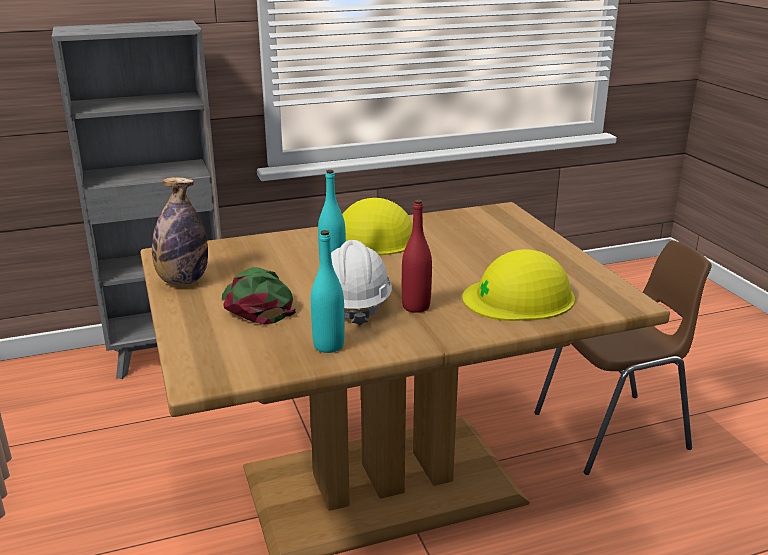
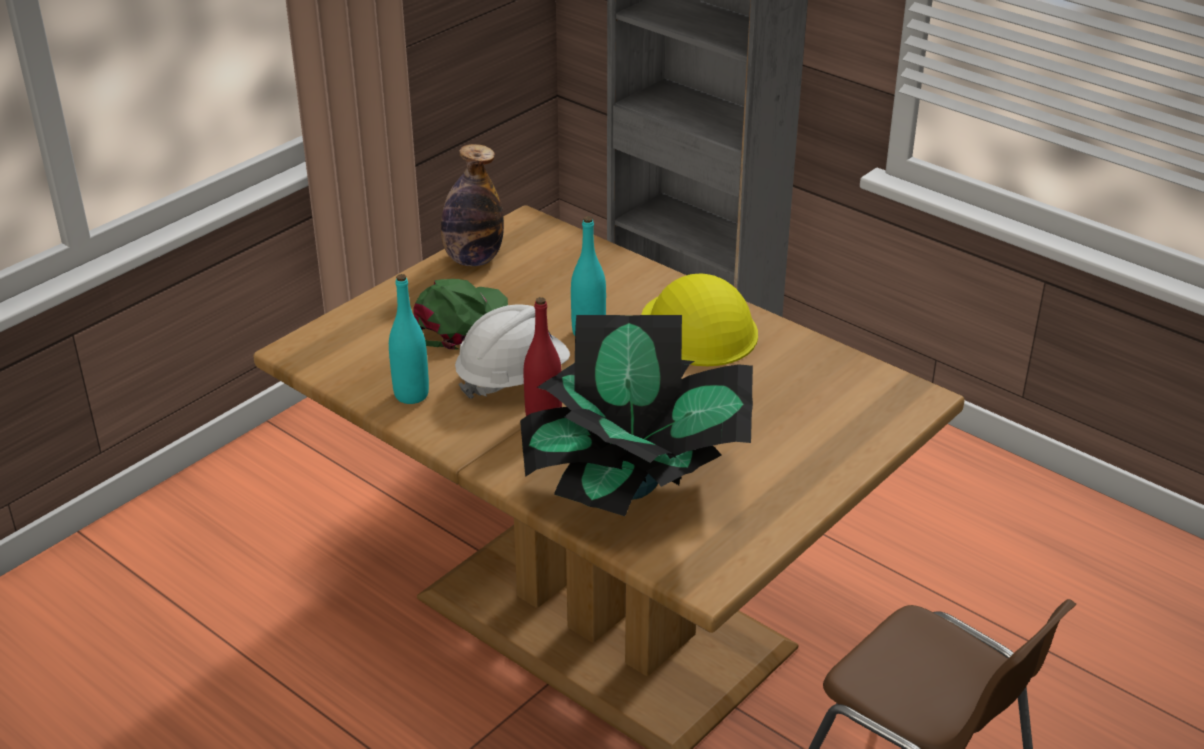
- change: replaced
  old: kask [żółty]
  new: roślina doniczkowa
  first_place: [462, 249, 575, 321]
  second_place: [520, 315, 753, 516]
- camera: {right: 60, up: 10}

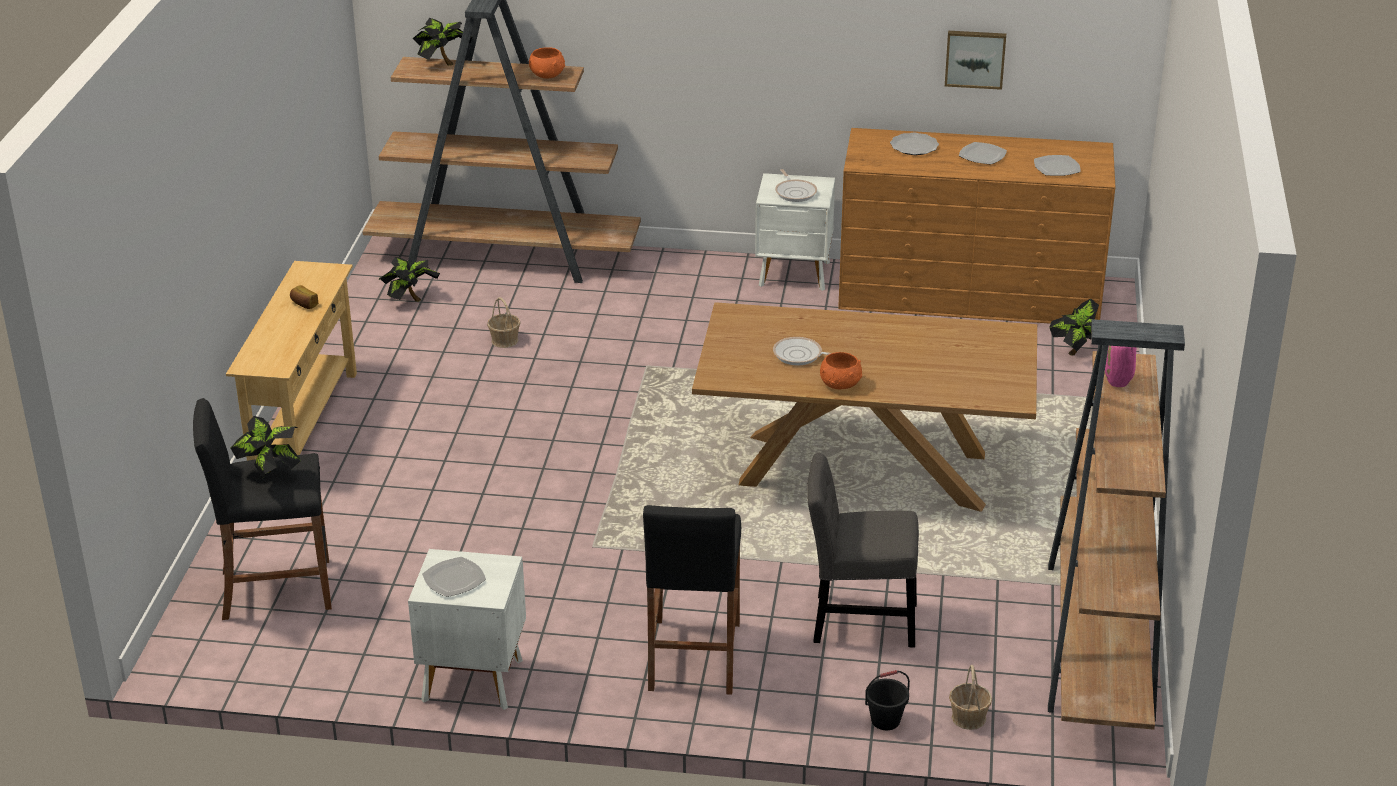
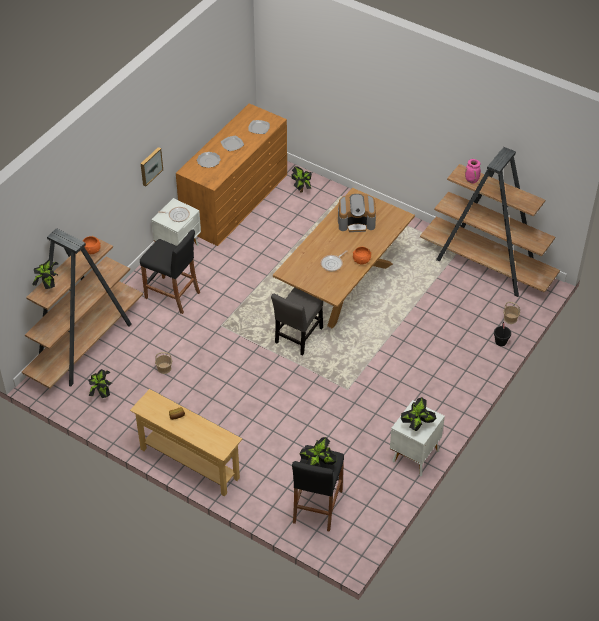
- change: moved
  old: obraz
  first_place: [945, 31, 1006, 90]
  second_place: [140, 147, 163, 186]
- change: moved
  old: stołek [czarny]
  first_place: [643, 505, 741, 695]
  second_place: [140, 229, 200, 314]
- change: moved
  old: krzesło [szary]
  first_place: [807, 453, 919, 648]
  second_place: [271, 288, 323, 356]
- change: added
  new: ekspres do kawy
  second_place: [338, 194, 376, 232]
- change: replaced
  old: talerz
  new: roślina doniczkowa
  first_place: [422, 557, 486, 597]
  second_place: [401, 397, 436, 431]
- camera: {right: -65, up: 15}

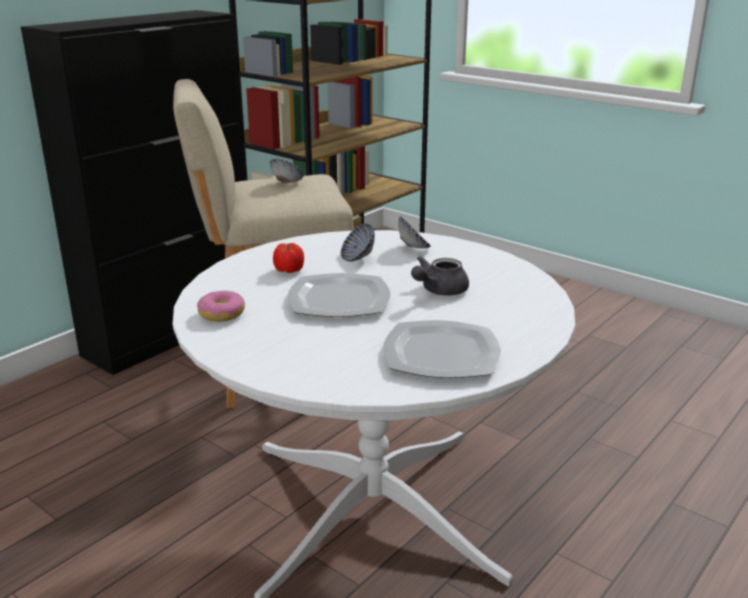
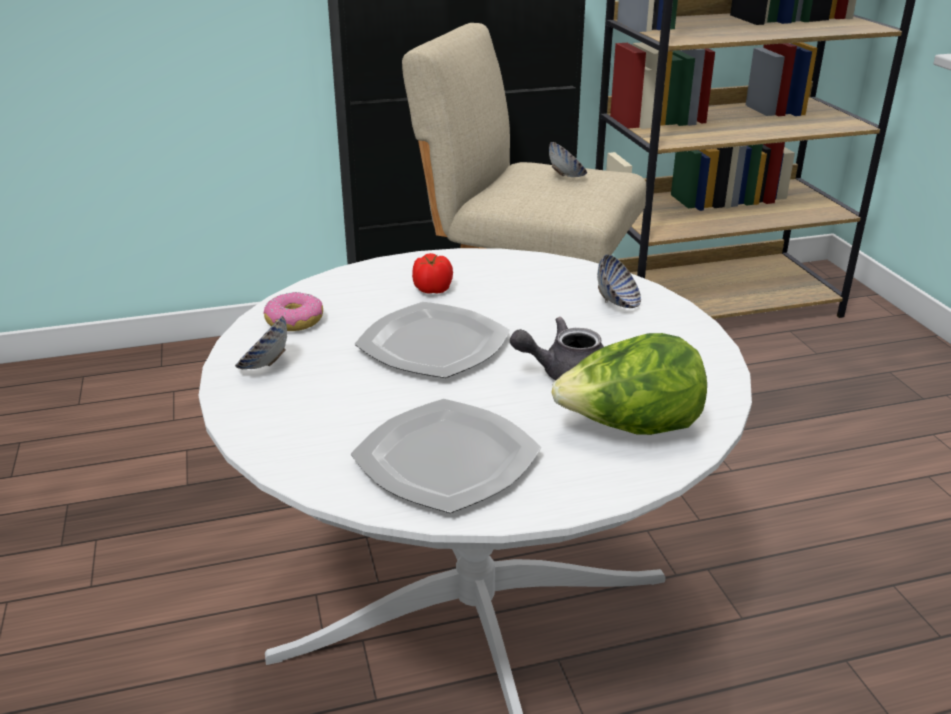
- change: moved
  old: miska
  first_place: [341, 223, 375, 262]
  second_place: [235, 316, 287, 369]
- change: added
  new: sałata
  second_place: [551, 333, 707, 435]
- camera: {right: 35, up: 5}

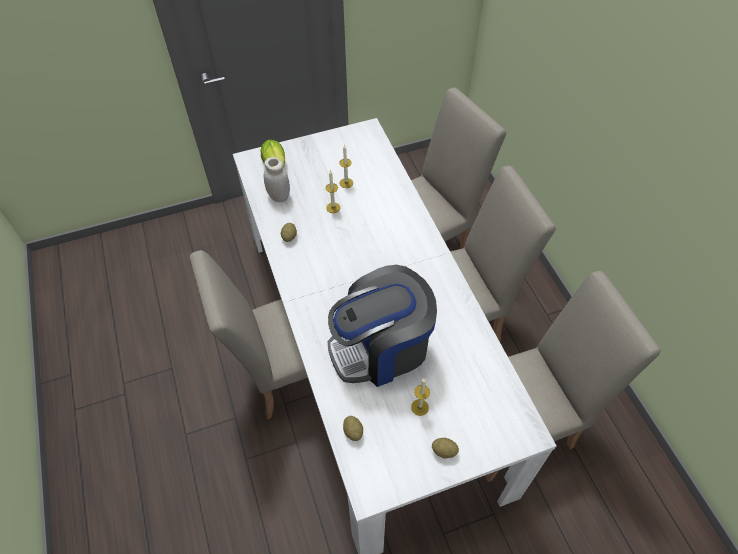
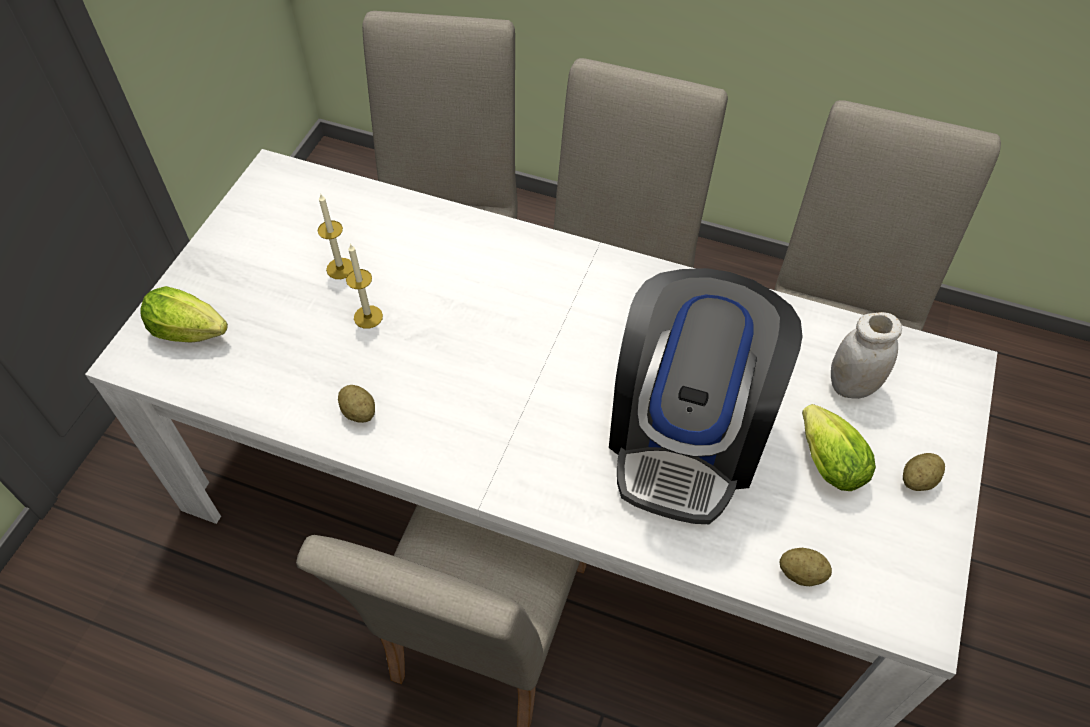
- change: replaced
  old: świeca
  new: sałata
  first_place: [411, 378, 430, 416]
  second_place: [802, 404, 876, 491]
- change: moved
  old: słoik [biały]
  first_place: [264, 157, 290, 202]
  second_place: [831, 312, 902, 399]
- camera: {right: -50, up: 0}

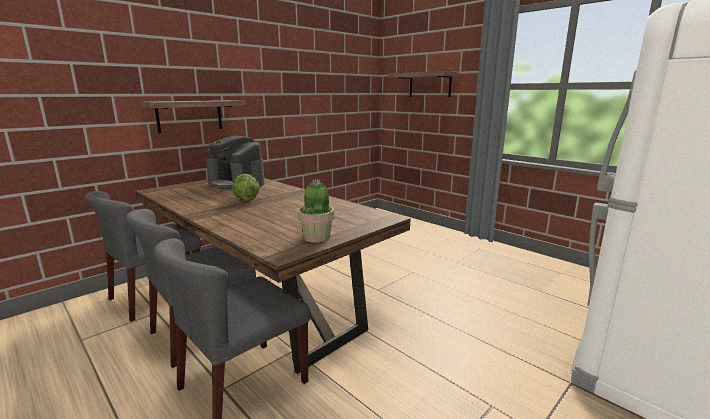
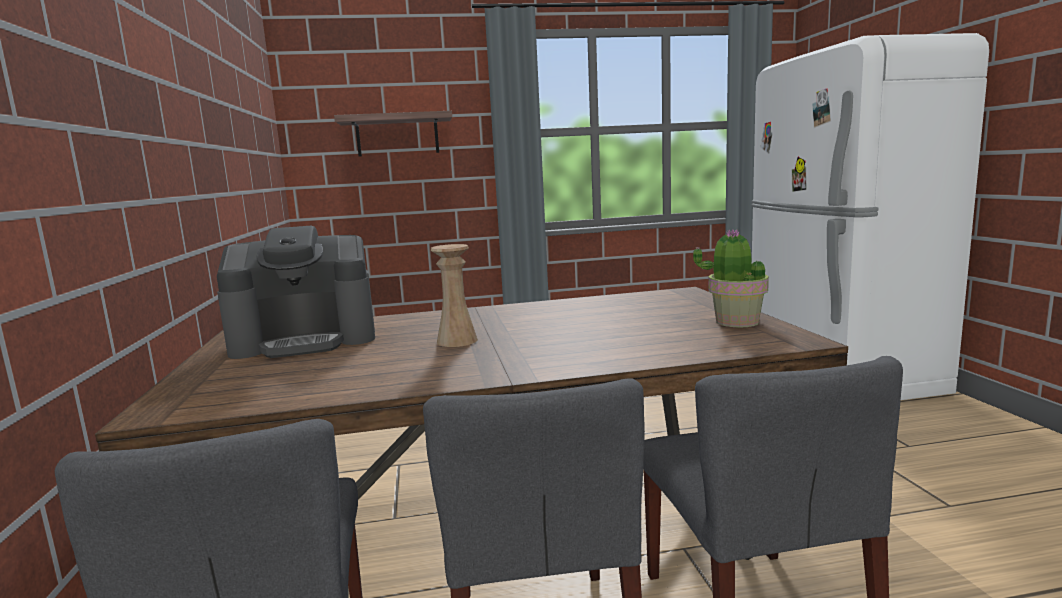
- change: replaced
  old: sałata
  new: wazon [beżowy]
  first_place: [232, 174, 260, 201]
  second_place: [431, 244, 478, 347]
- change: removed
  old: półka
  first_place: [141, 100, 245, 133]
- camera: {right: -55, up: -5}

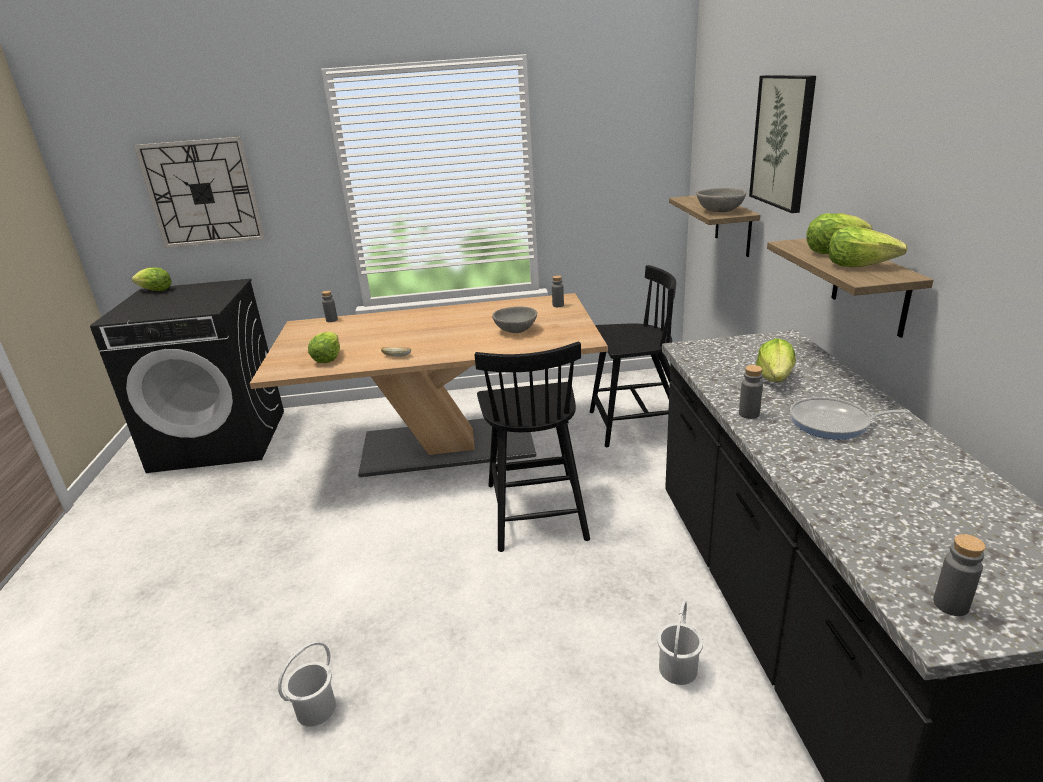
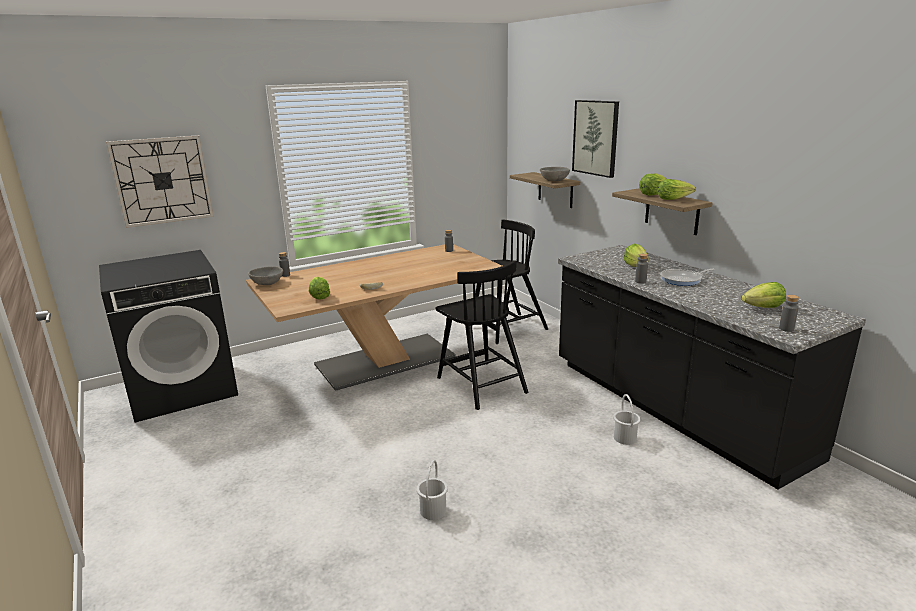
- change: moved
  old: miska [szary]
  first_place: [492, 306, 537, 333]
  second_place: [248, 266, 283, 285]
- change: moved
  old: sałata
  first_place: [132, 267, 172, 291]
  second_place: [742, 282, 786, 308]
- camera: {right: -25, up: -5}

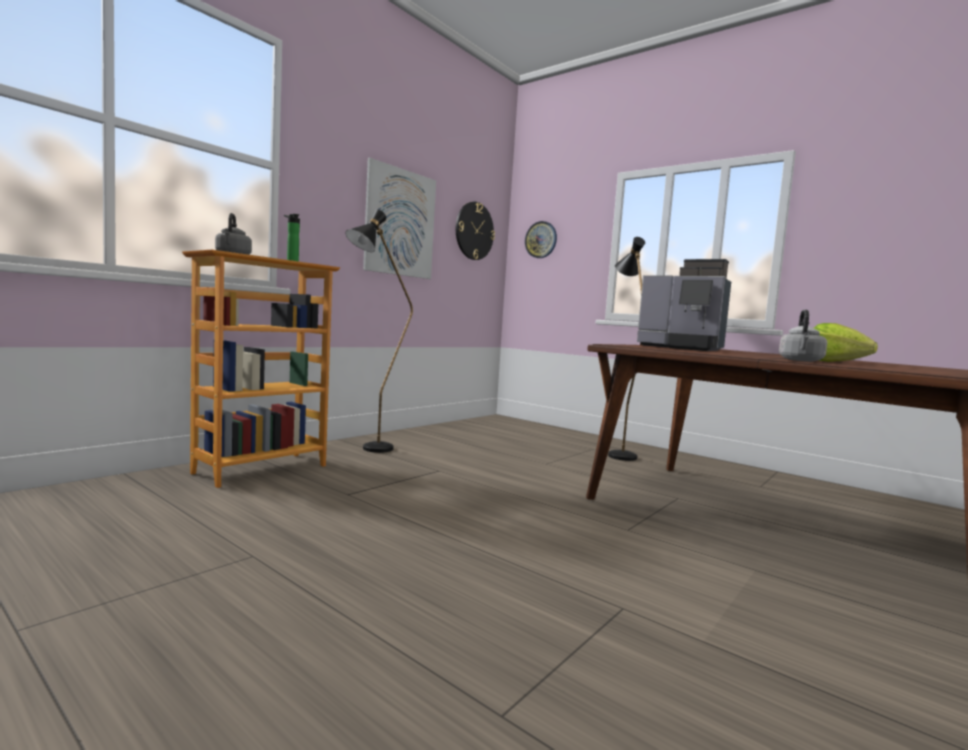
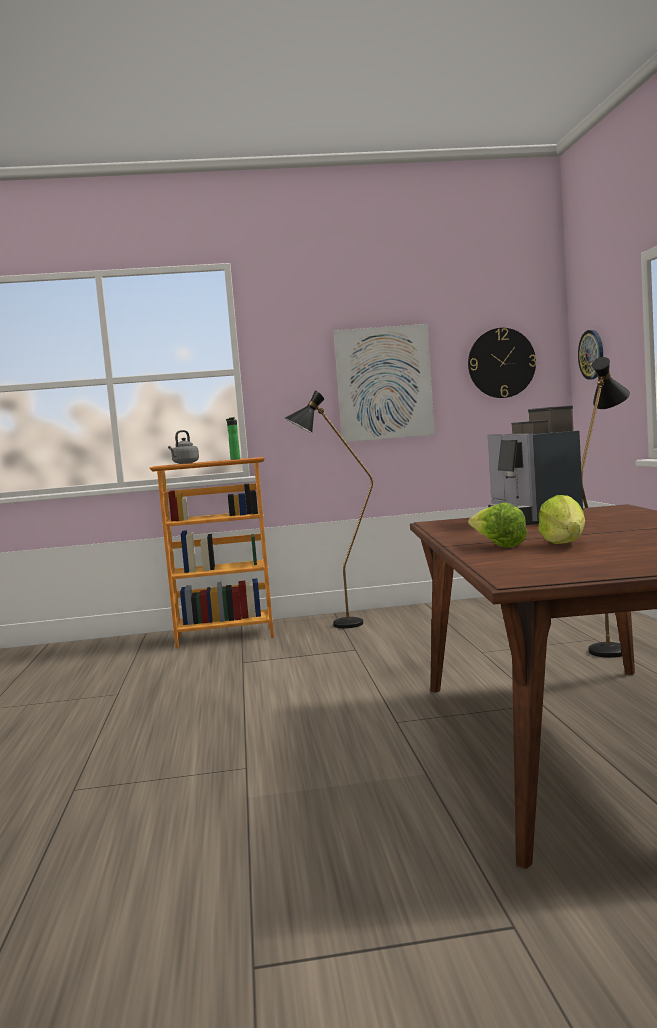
- change: replaced
  old: czajnik [szary]
  new: sałata
  first_place: [779, 310, 827, 362]
  second_place: [468, 502, 527, 548]
- camera: {right: 45, up: 0}

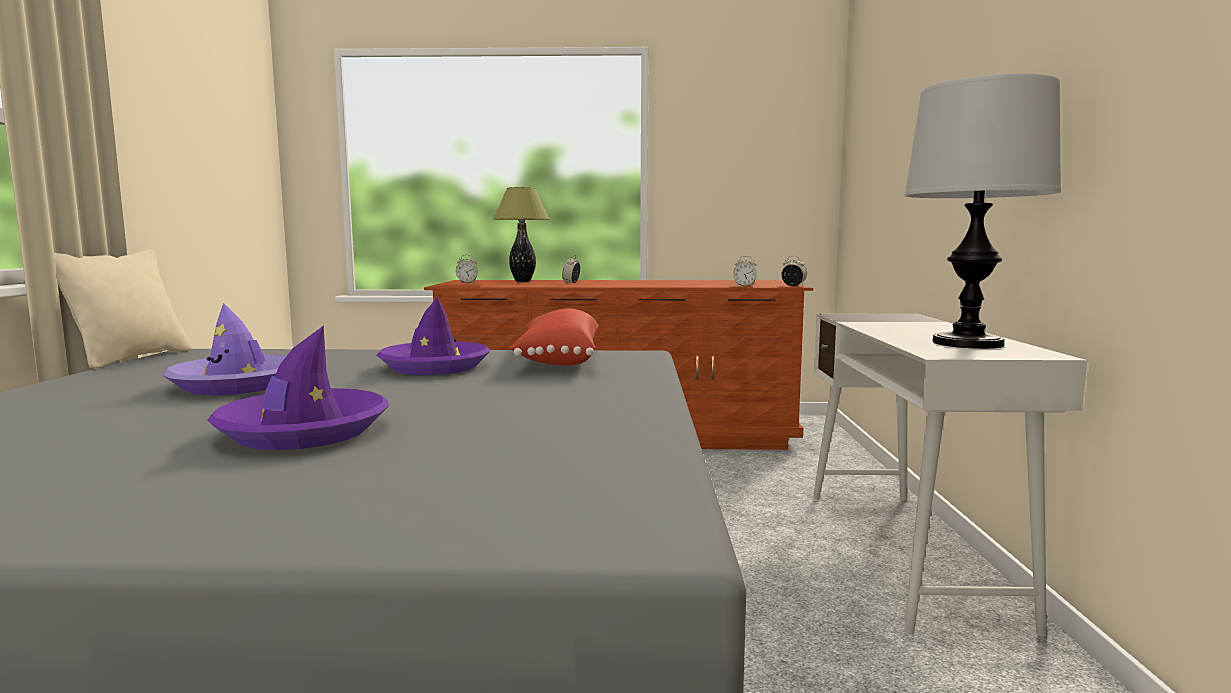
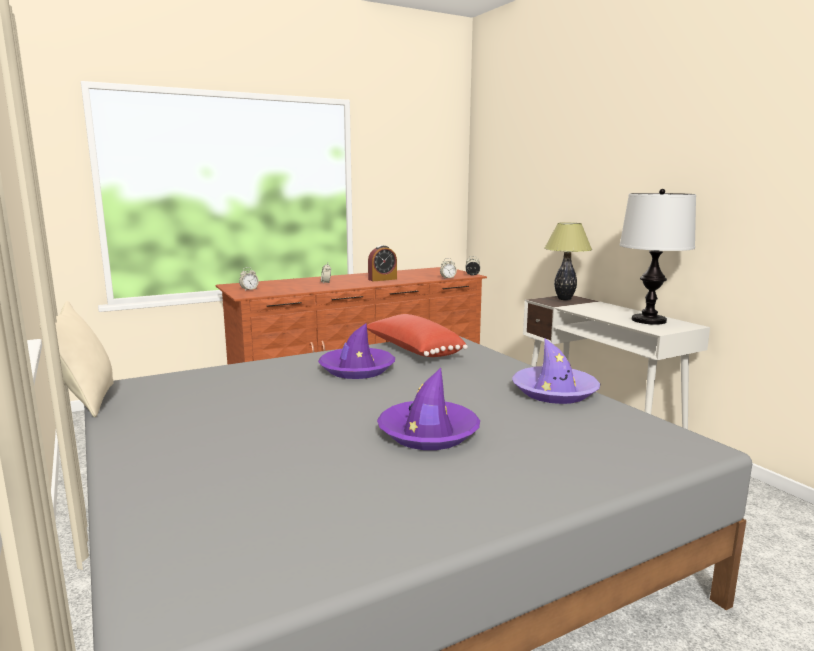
- change: added
  new: budzik
  second_place: [368, 245, 397, 281]
- change: moved
  old: kapelusz [fioletowy]
  first_place: [162, 303, 287, 395]
  second_place: [512, 339, 600, 404]
- change: moved
  old: lampa stołowa
  first_place: [494, 187, 549, 282]
  second_place: [544, 222, 592, 300]
- camera: {right: -30, up: 5}

